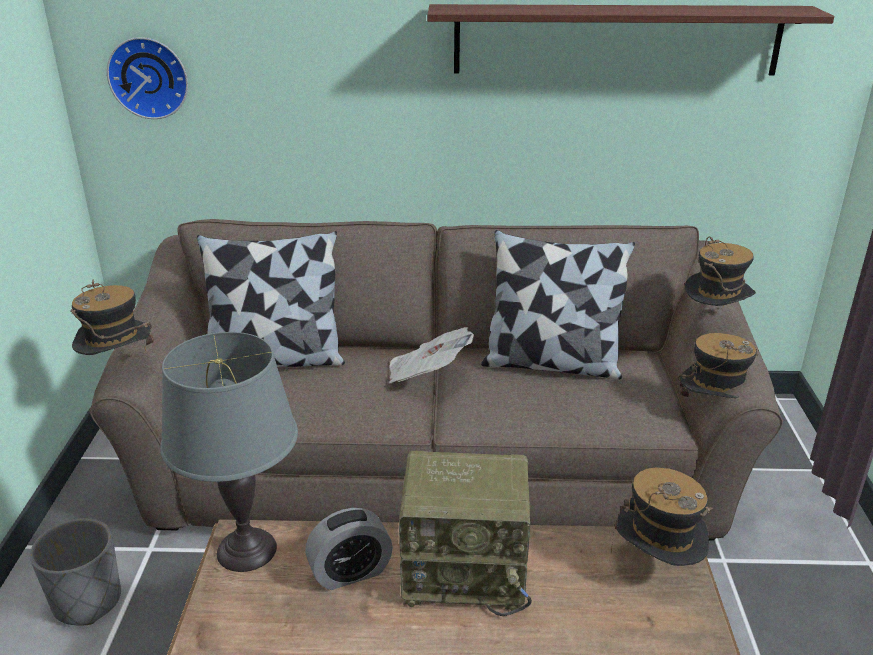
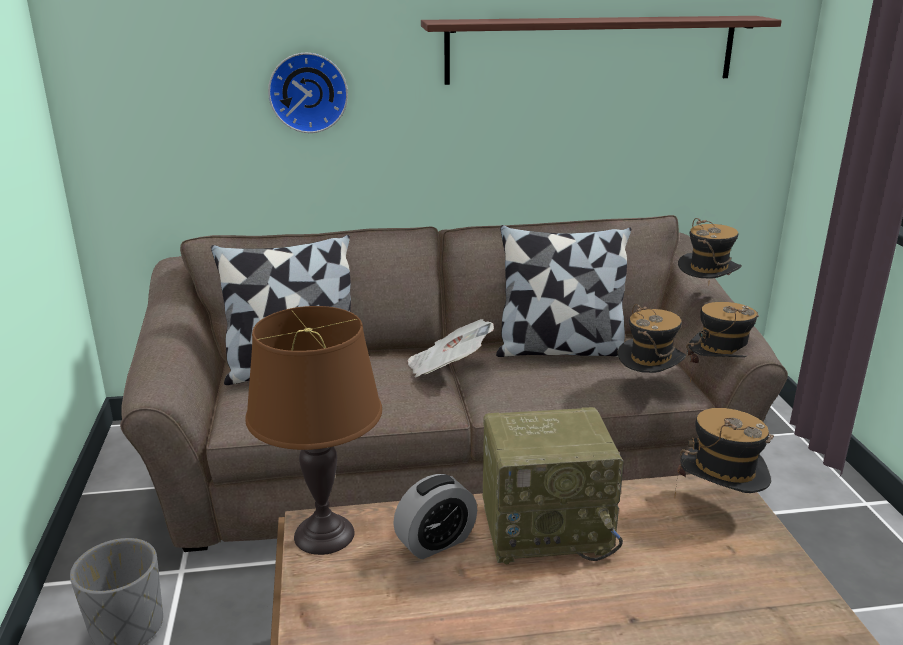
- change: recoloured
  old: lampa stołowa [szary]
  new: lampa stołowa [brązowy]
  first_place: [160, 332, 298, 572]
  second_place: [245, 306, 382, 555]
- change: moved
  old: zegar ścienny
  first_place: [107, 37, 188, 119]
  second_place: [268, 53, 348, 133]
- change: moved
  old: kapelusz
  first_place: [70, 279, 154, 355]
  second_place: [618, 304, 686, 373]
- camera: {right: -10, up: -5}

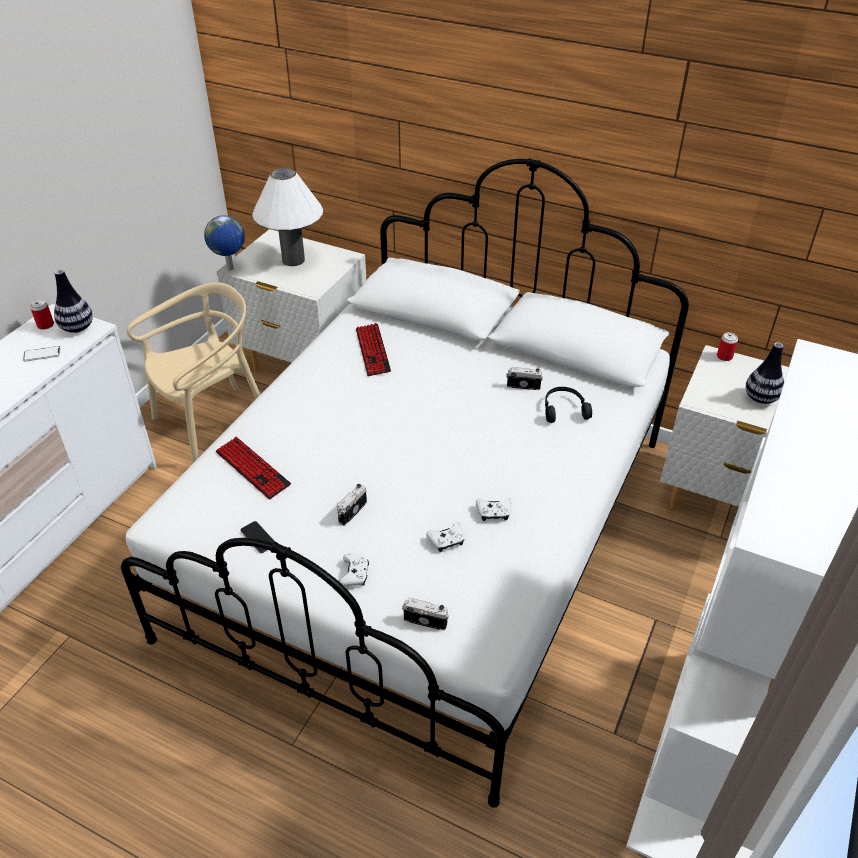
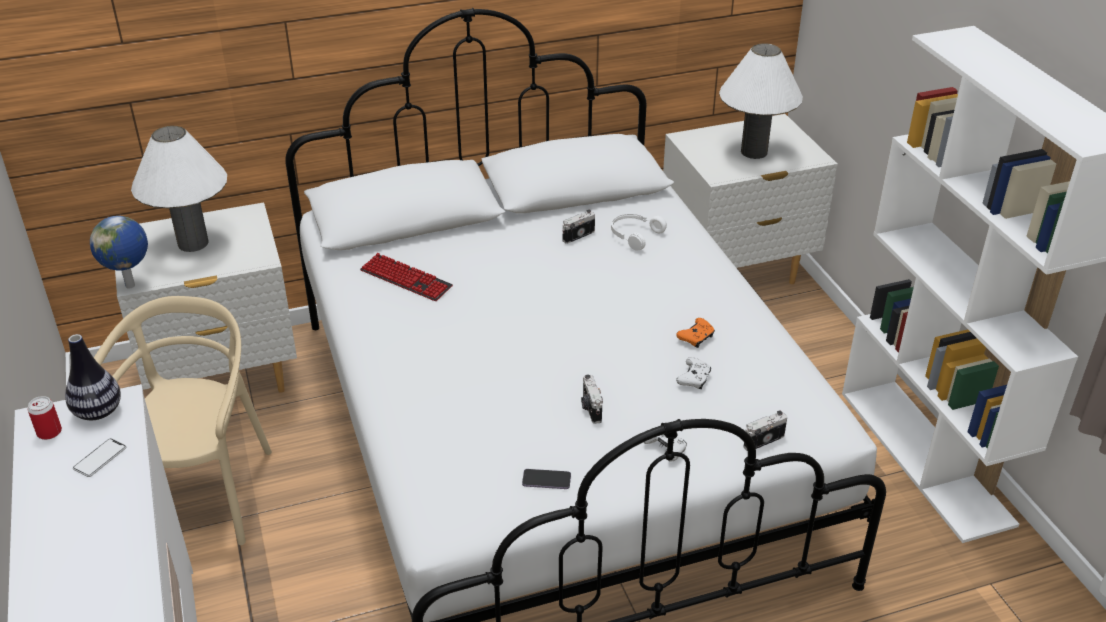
- change: recoloured
  old: słuchawki [czarny]
  new: słuchawki [biały]
  first_place: [545, 387, 592, 423]
  second_place: [611, 214, 667, 251]
- change: recoloured
  old: pad do gier [biały]
  new: pad do gier [pomarańczowy]
  first_place: [476, 498, 512, 521]
  second_place: [676, 318, 715, 348]
- change: replaced
  old: wazon
  new: lampa stołowa [biały]
  first_place: [746, 342, 784, 404]
  second_place: [719, 43, 803, 159]
- change: removed
  old: klawiatura
  first_place: [216, 437, 291, 499]
- change: removed
  old: puszka
  first_place: [717, 332, 738, 361]
- camera: {right: -45, up: -5}

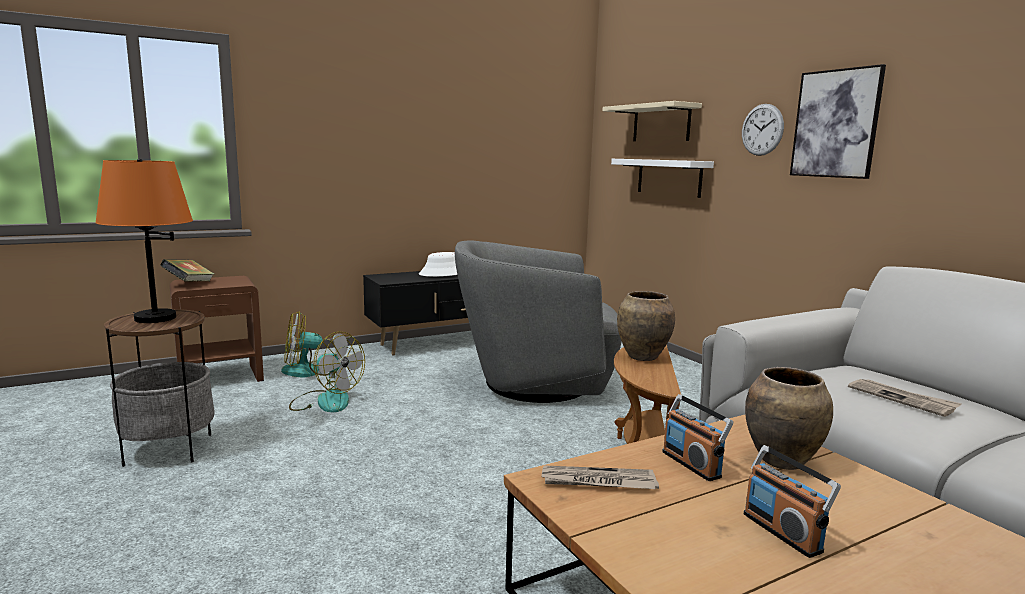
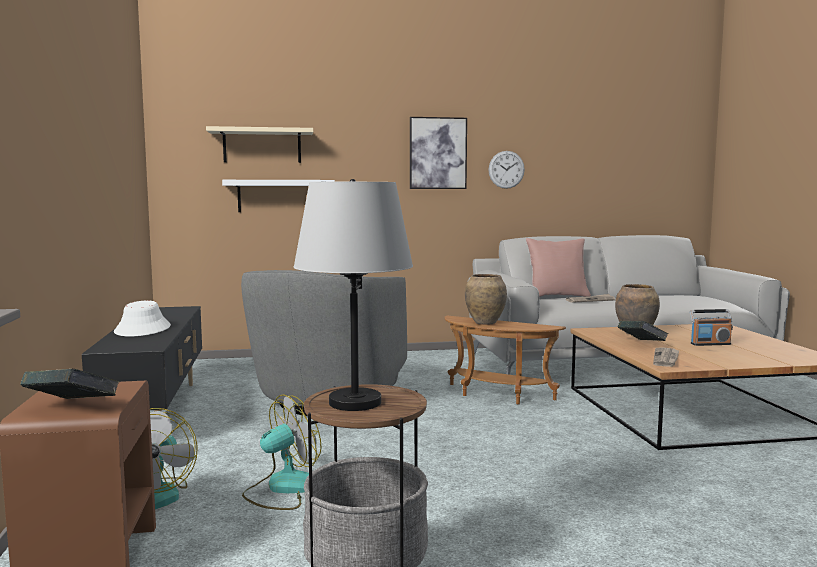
- change: recoloured
  old: lampa stołowa [pomarańczowy]
  new: lampa stołowa [szary]
  first_place: [95, 159, 193, 323]
  second_place: [294, 179, 413, 411]
- change: moved
  old: zegar ścienny
  first_place: [742, 104, 784, 156]
  second_place: [488, 151, 525, 189]
- change: added
  new: poduszka [różowy]
  second_place: [526, 238, 591, 297]
- change: replaced
  old: radio
  new: książka
  first_place: [662, 394, 733, 481]
  second_place: [618, 321, 668, 341]
- camera: {right: -70, up: -5}

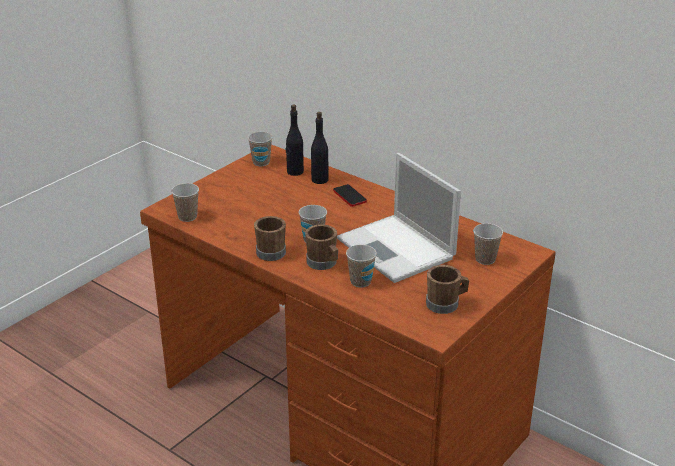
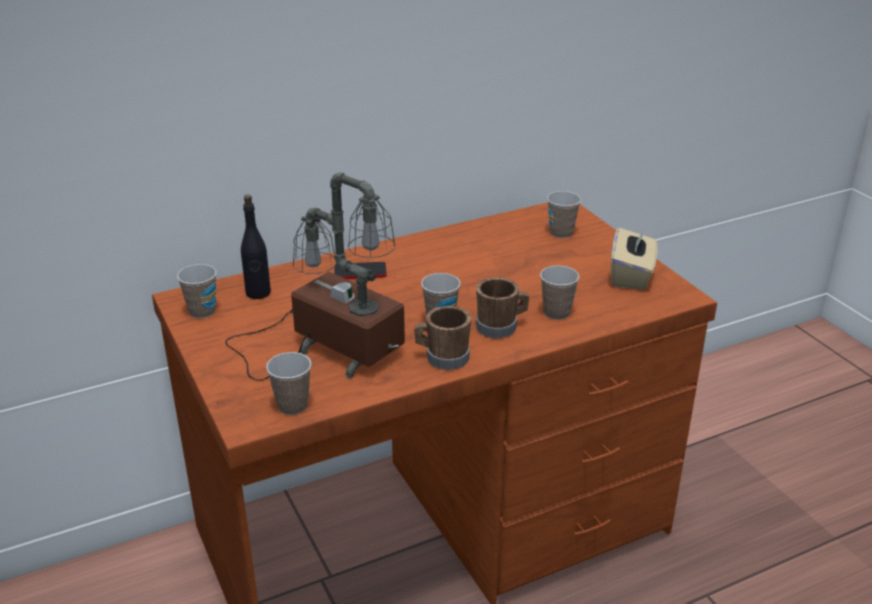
- change: added
  new: lampa stołowa
  second_place: [225, 172, 405, 381]
- change: replaced
  old: kubek [brązowy]
  new: pudełko chusteczek [beżowy]
  first_place: [426, 265, 469, 314]
  second_place: [611, 228, 658, 290]
- change: removed
  old: butelka [czarny]
  first_place: [311, 112, 328, 184]
- change: removed
  old: laptop
  first_place: [337, 153, 461, 283]
- camera: {right: -65, up: 0}

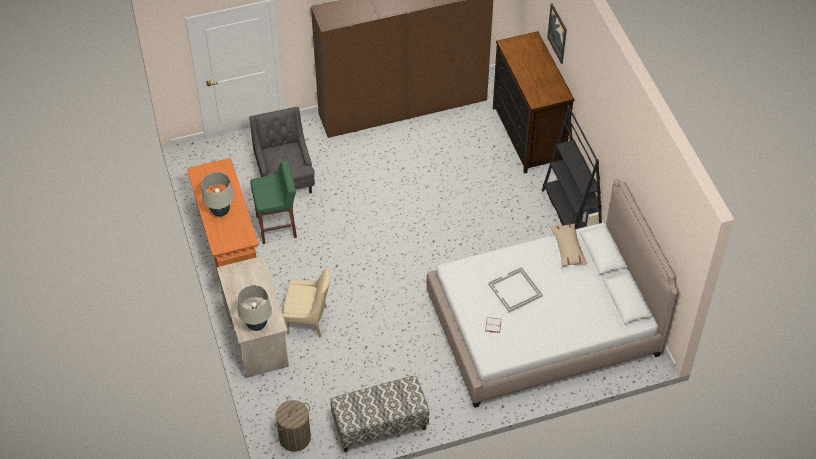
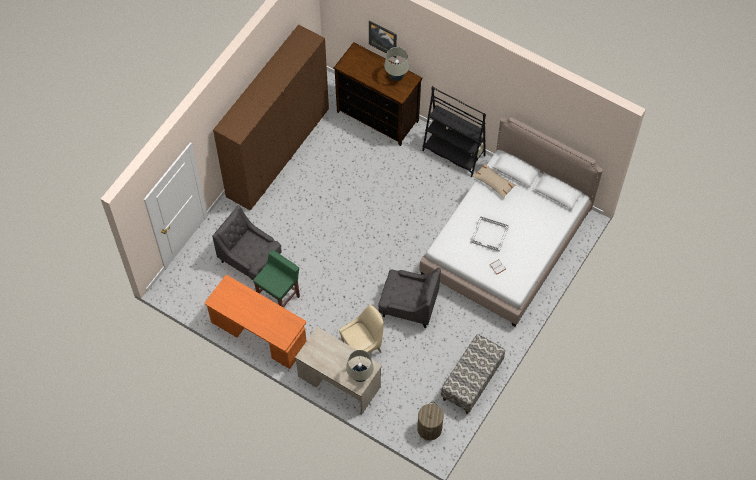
- change: added
  new: fotel [szary]
  second_place: [378, 267, 441, 328]
- change: moved
  old: lampa stołowa [beżowy]
  first_place: [202, 172, 234, 217]
  second_place: [384, 47, 409, 81]
- camera: {right: -40, up: 10}

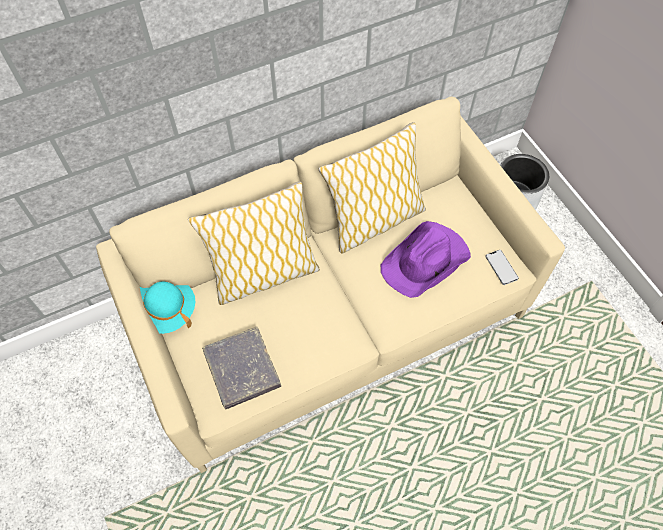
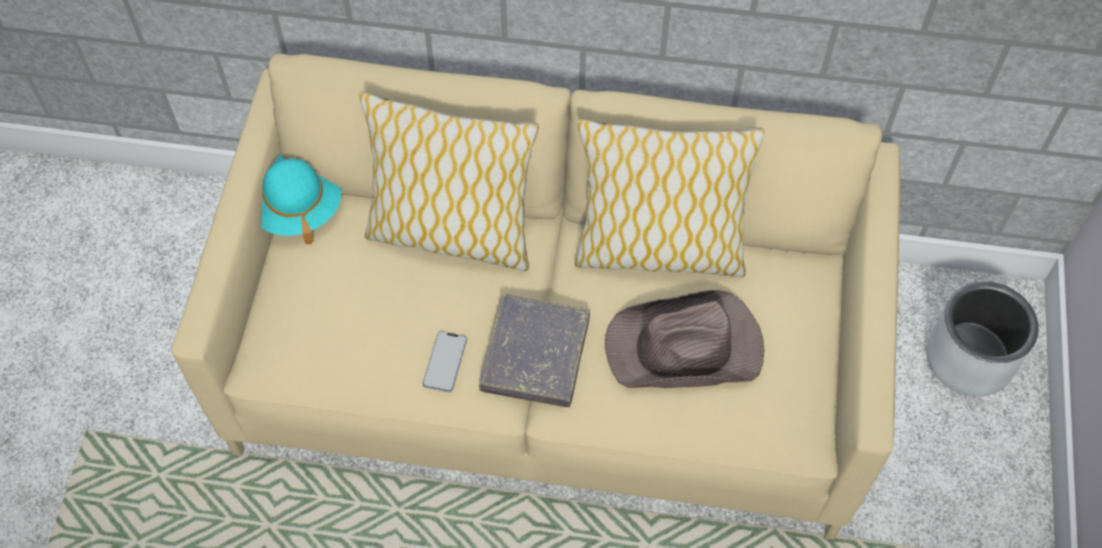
- change: moved
  old: telefon
  first_place: [485, 250, 519, 285]
  second_place: [423, 331, 467, 393]
- change: moved
  old: książka [szary]
  first_place: [202, 327, 281, 409]
  second_place: [479, 294, 590, 407]
- change: recoloured
  old: kapelusz [fioletowy]
  new: kapelusz [brązowy]
  first_place: [381, 221, 471, 298]
  second_place: [605, 290, 764, 388]
- camera: {right: 35, up: 0}

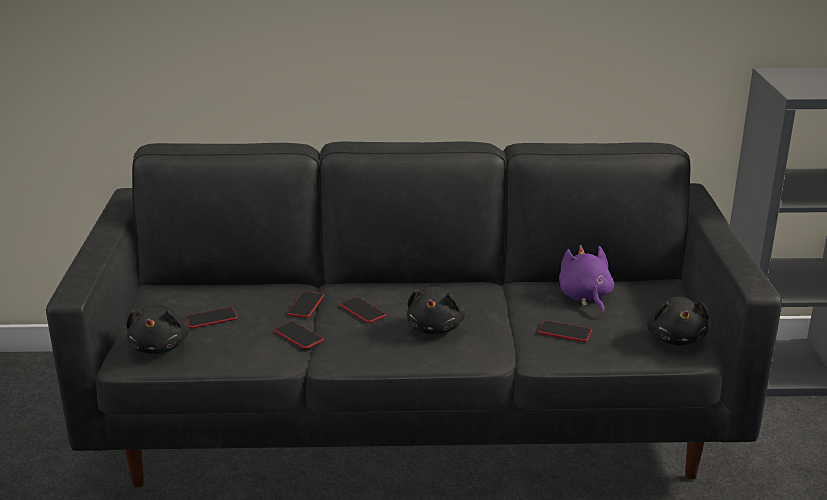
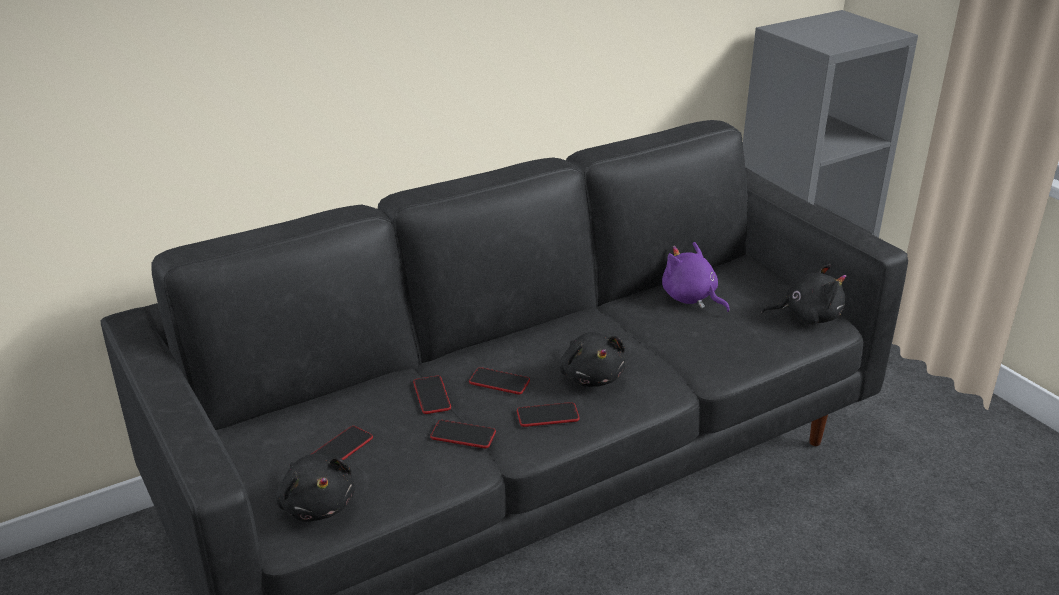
- change: moved
  old: telefon
  first_place: [538, 320, 592, 342]
  second_place: [517, 402, 580, 427]
- change: turned
  old: pluszak [czarny]
  first_place: [647, 296, 709, 345]
  second_place: [761, 264, 847, 325]
  degrees: -60
- camera: {right: -30, up: 5}

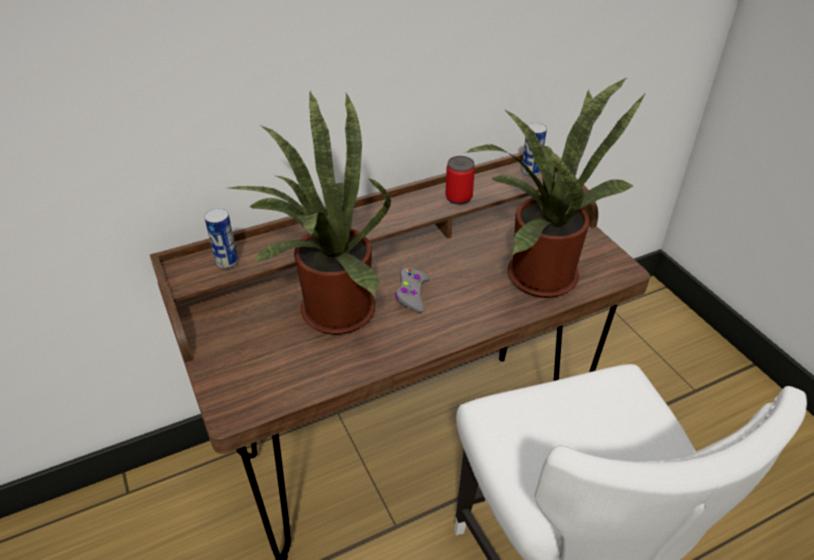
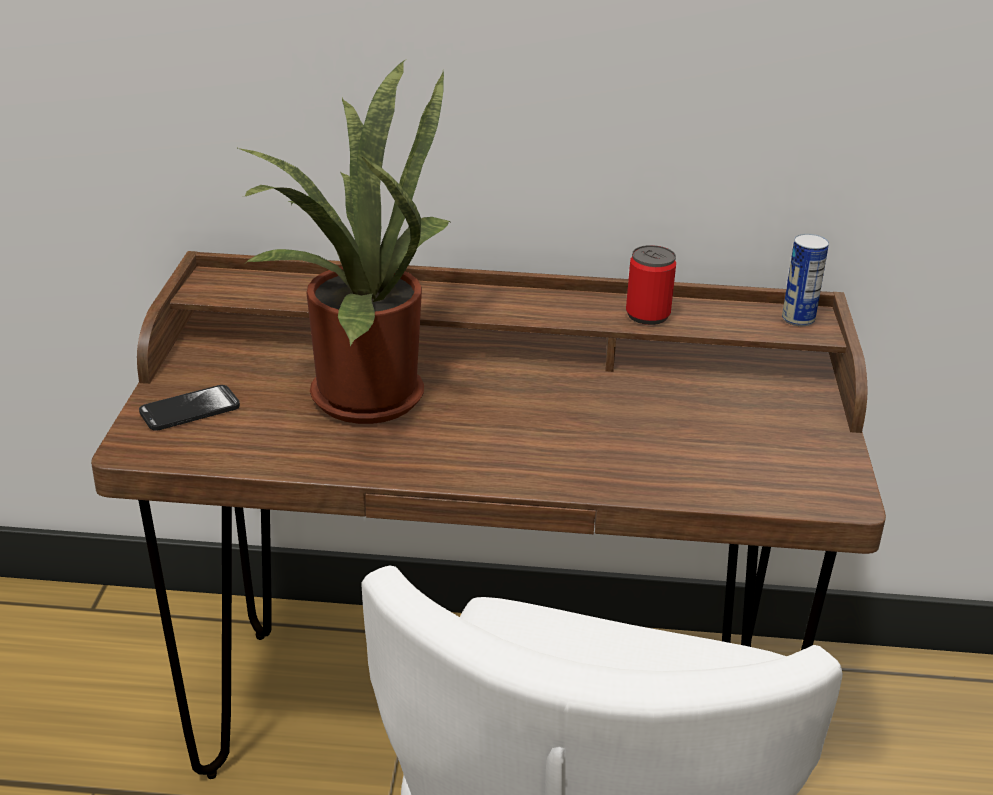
- change: added
  new: telefon
  second_place: [139, 385, 240, 431]
- change: removed
  old: puszka
  first_place: [204, 208, 238, 269]
- change: removed
  old: pad do gier [szary]
  first_place: [395, 268, 430, 313]
- change: removed
  old: roślina doniczkowa
  first_place: [465, 78, 646, 298]
- camera: {right: 30, up: -10}

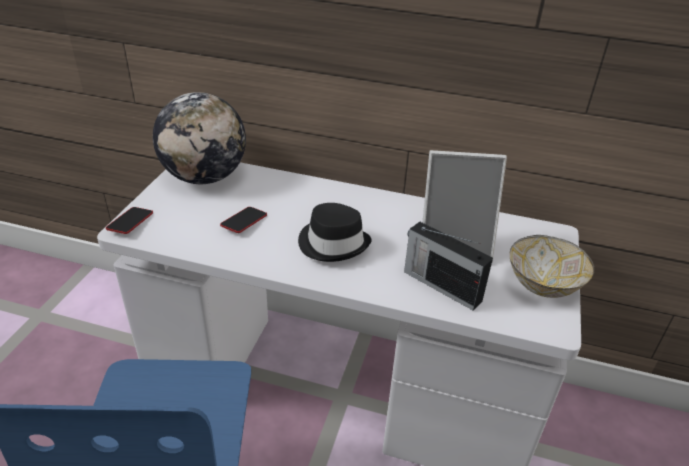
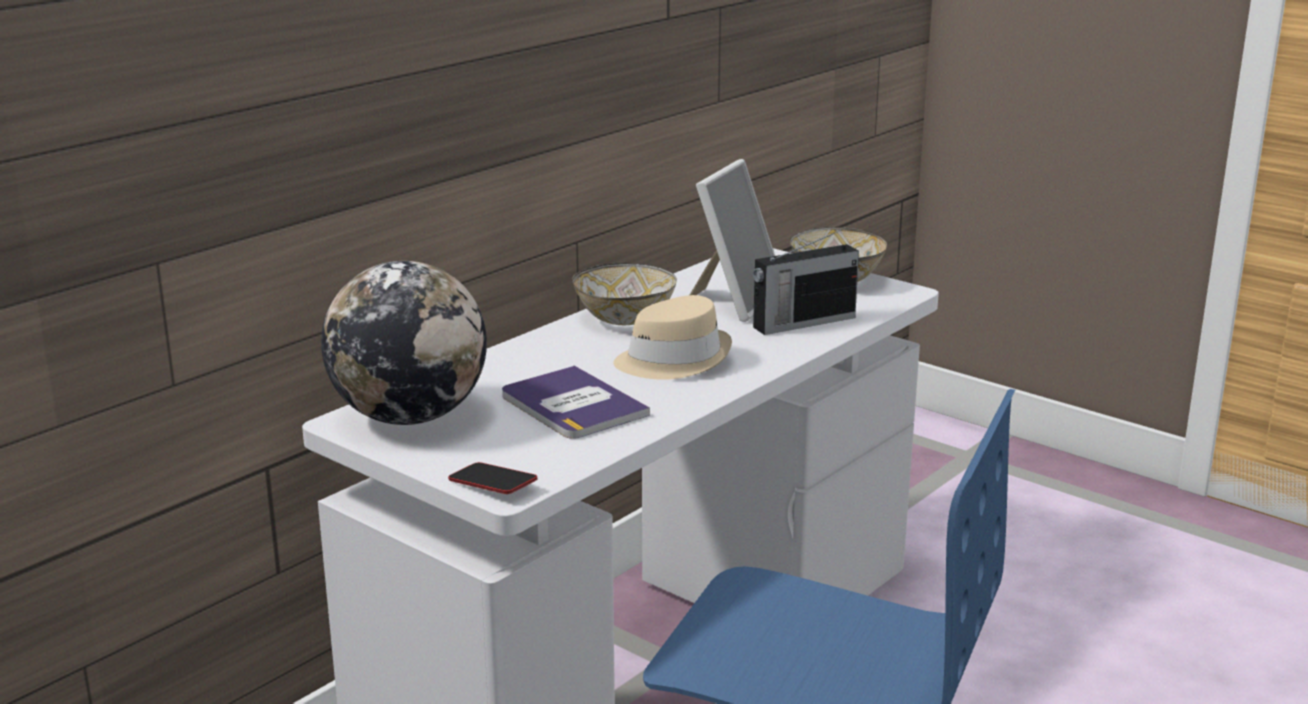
- change: replaced
  old: telefon
  new: książka
  first_place: [220, 207, 267, 233]
  second_place: [502, 365, 650, 439]
- change: added
  new: miska
  second_place: [572, 263, 677, 325]
- change: recoloured
  old: kapelusz [czarny]
  new: kapelusz [beżowy]
  first_place: [298, 203, 371, 262]
  second_place: [613, 295, 732, 380]
- camera: {right: -65, up: -15}

